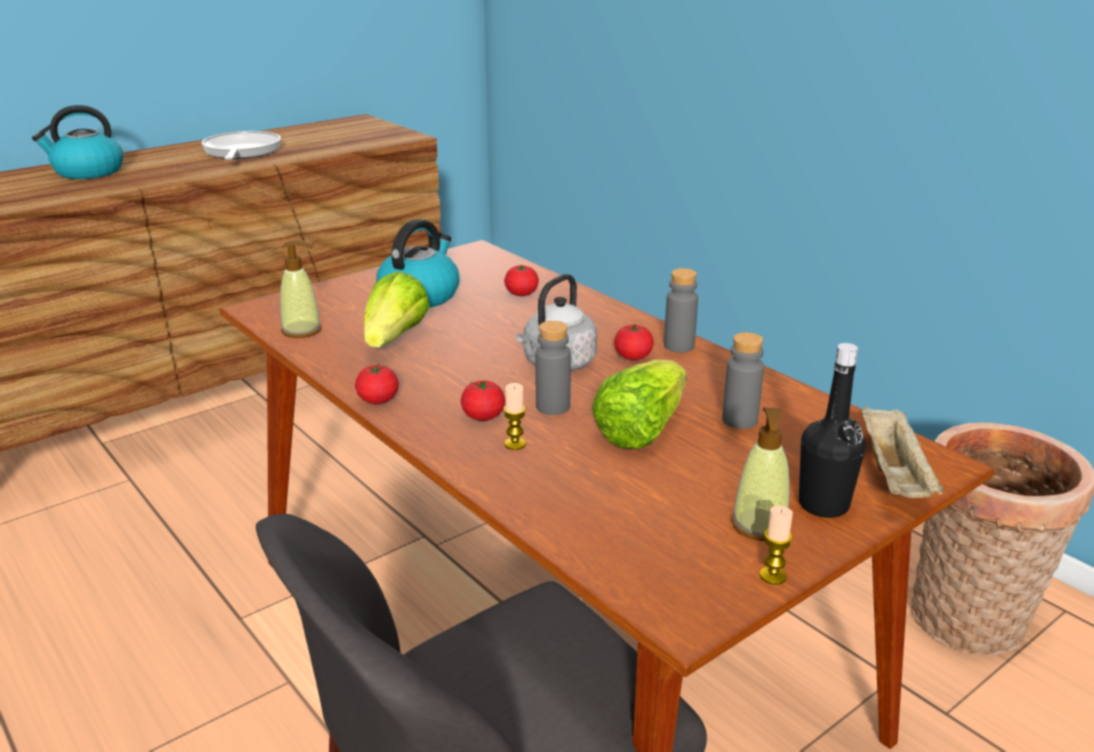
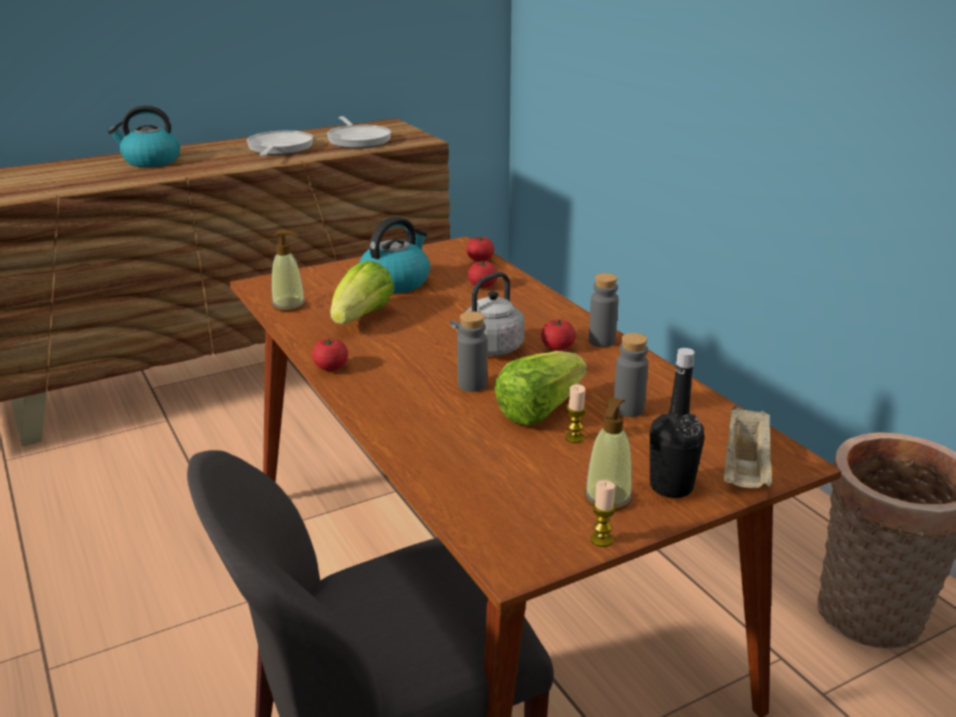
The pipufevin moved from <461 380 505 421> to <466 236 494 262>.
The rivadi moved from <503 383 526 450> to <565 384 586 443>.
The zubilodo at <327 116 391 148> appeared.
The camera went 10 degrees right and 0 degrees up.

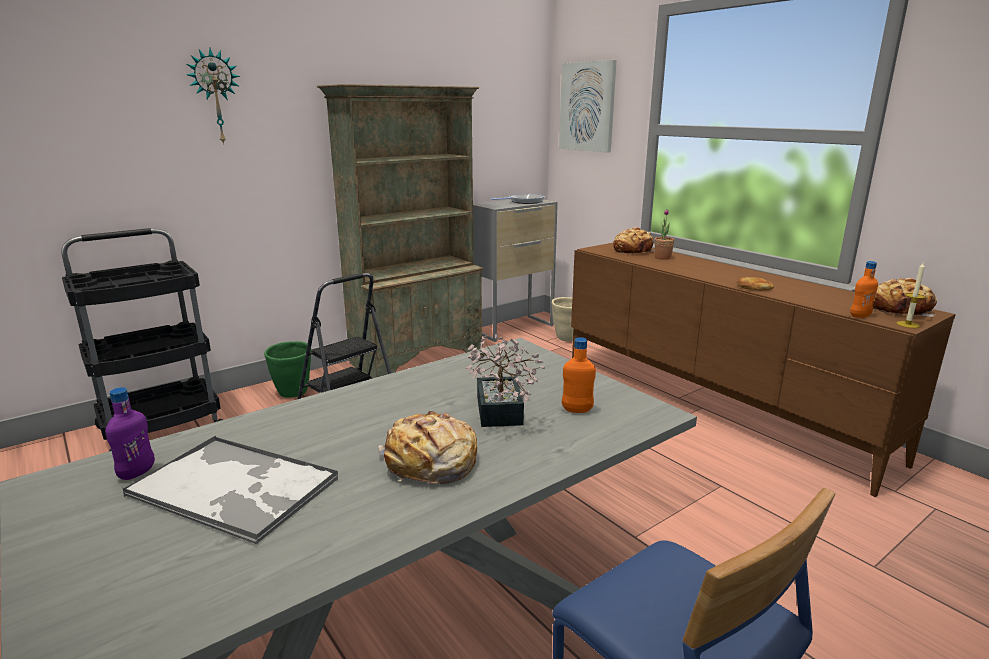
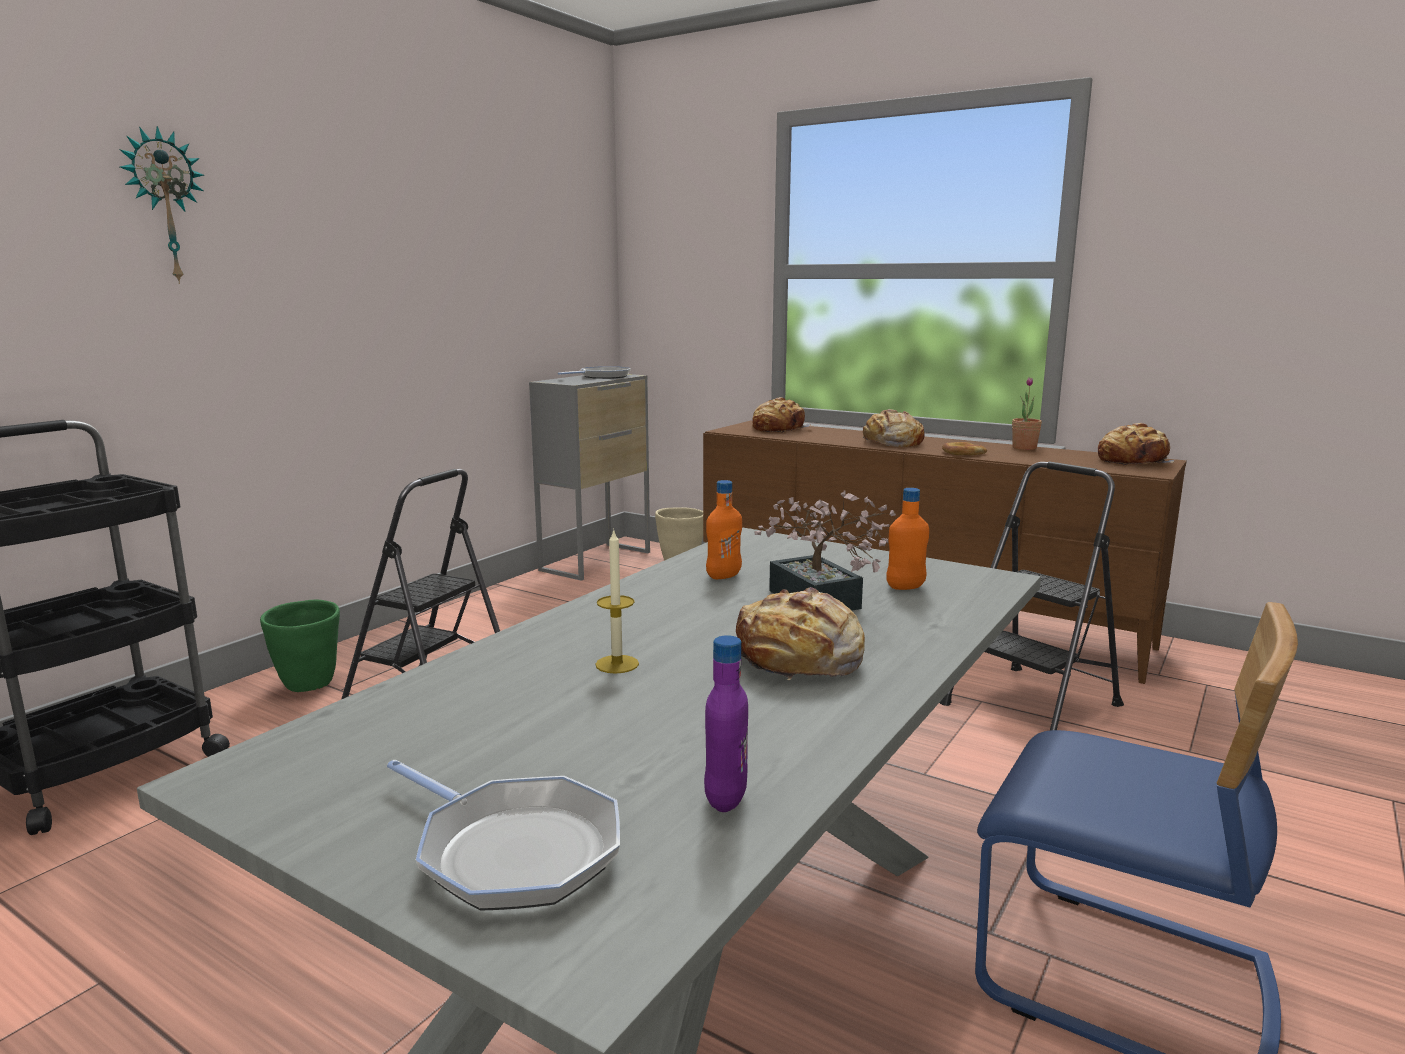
The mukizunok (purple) moved from <105 387 155 480> to <704 635 748 812>.
The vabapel at <123 436 338 545> disappeared.
The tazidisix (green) at <317 84 484 378> disappeared.
The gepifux at <559 60 617 152> disappeared.
The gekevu moved from <655 209 675 260> to <1012 377 1042 450>.
The mukizunok (orange) moved from <850 261 878 318> to <706 480 742 579>.
The rivadi moved from <897 261 925 328> to <595 528 639 674>.
The zubilodo at <387 760 620 911> appeared.
The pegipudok at <863 409 924 447> appeared.
The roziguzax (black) at <939 461 1124 731> appeared.
The camera went 20 degrees left and 5 degrees down.

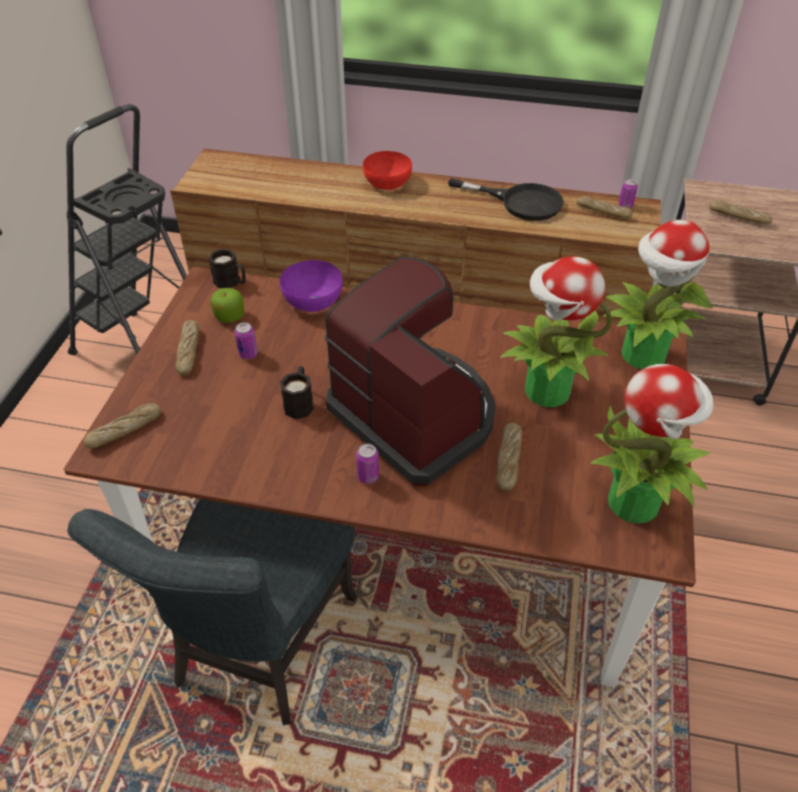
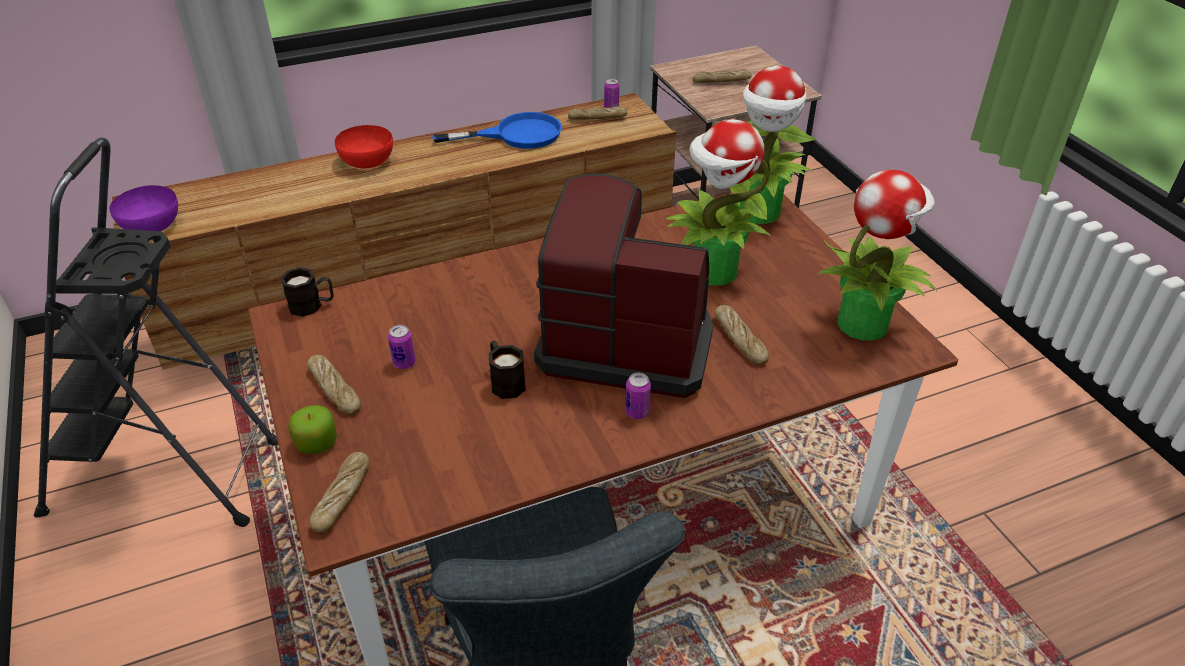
The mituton moved from <210 288 244 323> to <288 405 337 454>.
The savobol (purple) moved from <280 260 343 312> to <109 185 178 231>.
The zubilodo (black) at <448 178 564 221> became the zubilodo (blue) at <432 112 562 149>.
The camera went 35 degrees left and 5 degrees down.

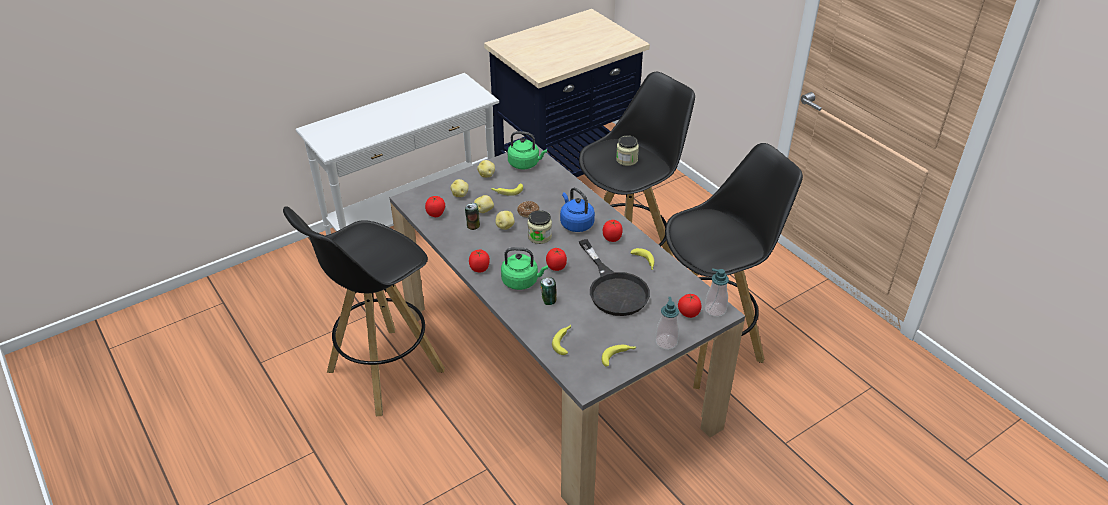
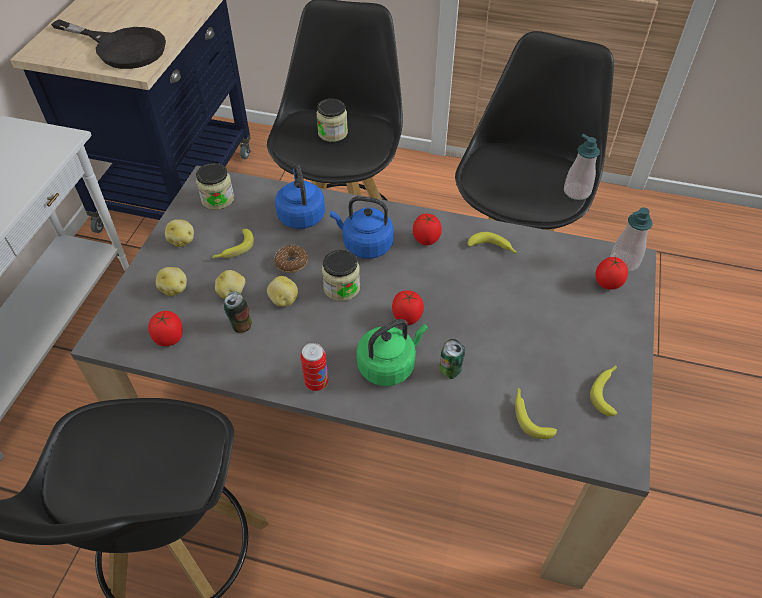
The pipufevin at <469 250 490 273> was replaced by the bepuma at <301 343 328 391>.
The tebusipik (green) at <508 131 547 169> was replaced by the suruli at <196 163 234 210>.
The zubilodo (black) moved from <579 239 650 316> to <51 19 166 69>.
The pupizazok moved from <655 297 679 350> to <564 134 600 200>.
The tebusipik (blue) at <275 164 325 229> appeared.
The camera went 40 degrees left and 10 degrees up.

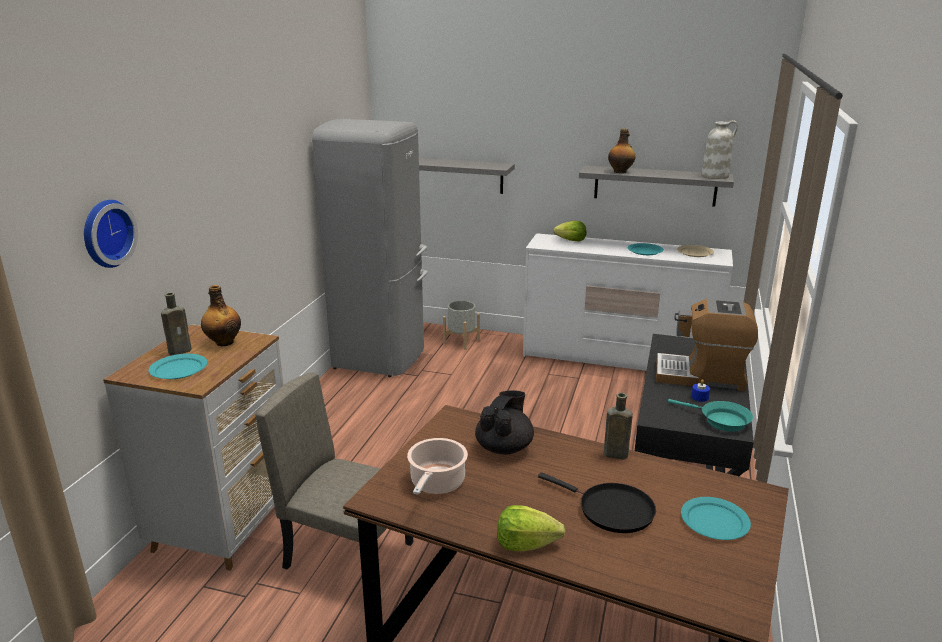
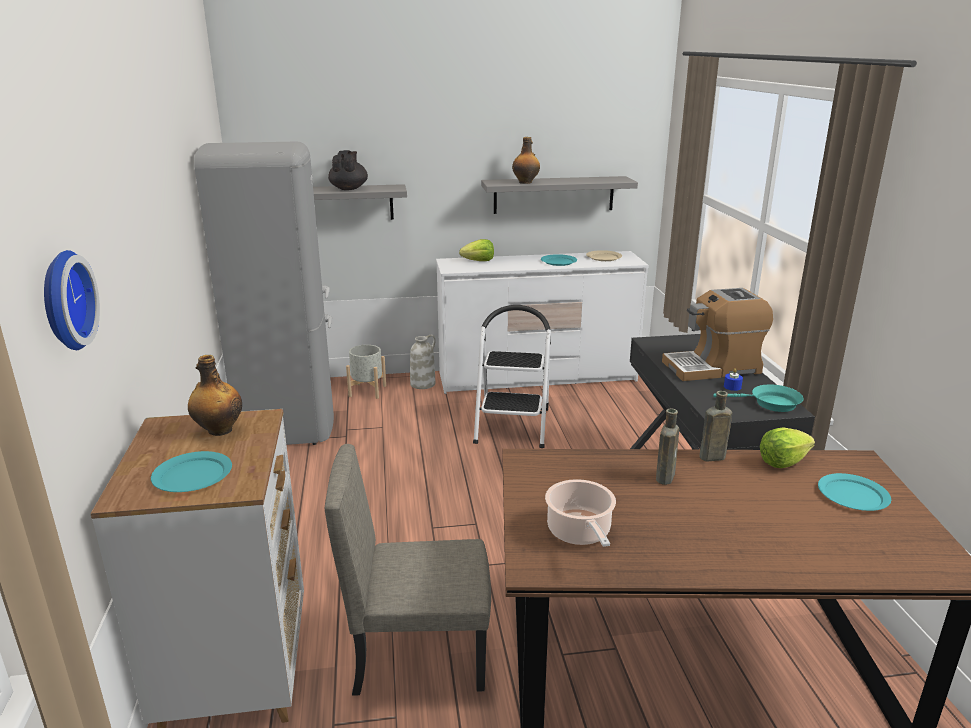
The mukizunok (brown) moved from <161 293 192 355> to <656 409 679 485>.
The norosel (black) moved from <475 390 534 455> to <328 150 368 190>.
The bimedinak moved from <497 505 566 551> to <760 427 815 468>.
The zubilodo (black) at <538 472 656 533> disappeared.
The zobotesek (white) moved from <701 120 738 179> to <410 335 436 389>.
The roziguzax at <473 305 551 448> appeared.
The camera went 25 degrees left and 0 degrees up.

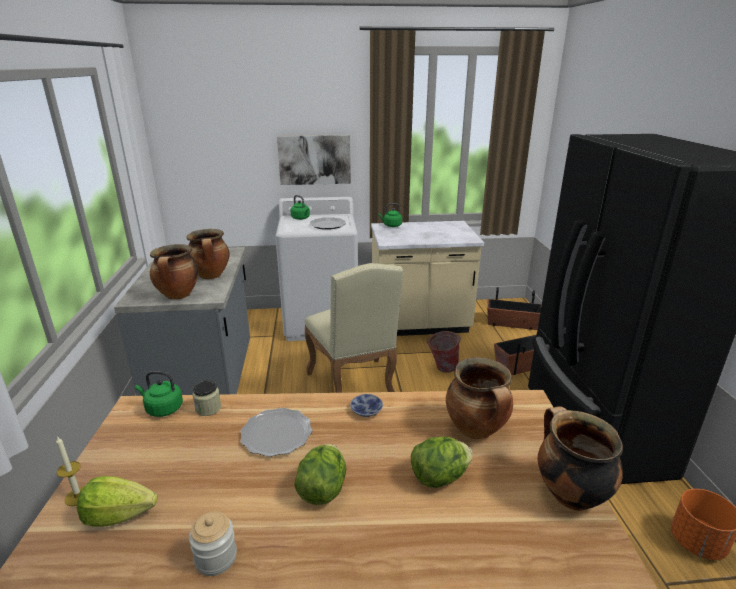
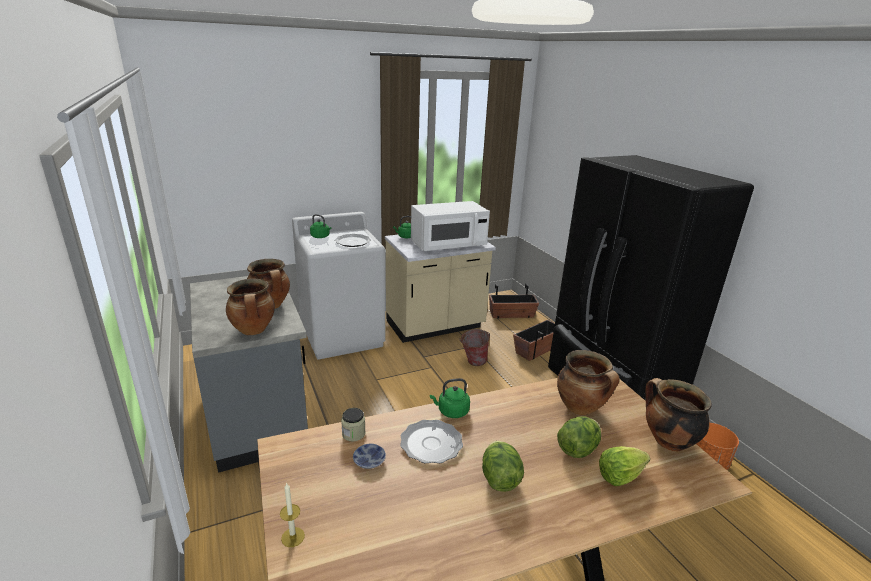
The bimedinak moved from <77 476 158 527> to <599 446 650 486>.
The tebusipik (green) moved from <135 371 183 417> to <430 378 470 418>.
The suruli at <189 511 237 576> disappeared.
The gepifux at <277 135 351 185> disappeared.
The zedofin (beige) at <305 263 403 393> disappeared.
The savobol moved from <350 394 383 417> to <353 444 386 469>.
The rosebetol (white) at <411 201 490 251> appeared.
The camera went 20 degrees left and 0 degrees up.

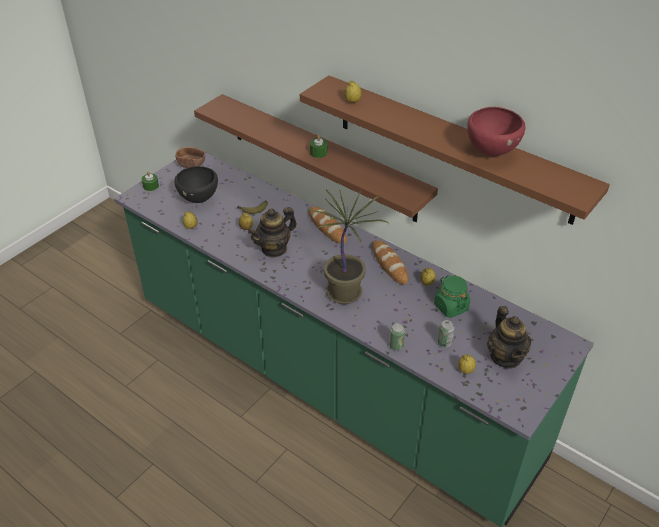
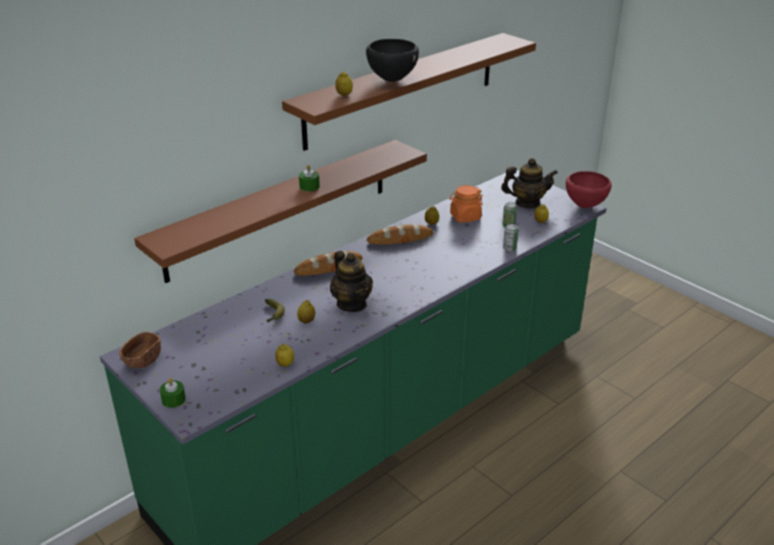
The savobol (black) moved from <174 166 218 203> to <366 39 419 82>.
The gekevu at <308 189 389 304> disappeared.
The suruli (green) at <434 275 470 318> became the suruli (orange) at <449 185 483 223>.
The savobol (red) moved from <467 107 525 156> to <566 171 612 208>.
The camera went 80 degrees left and 10 degrees down.

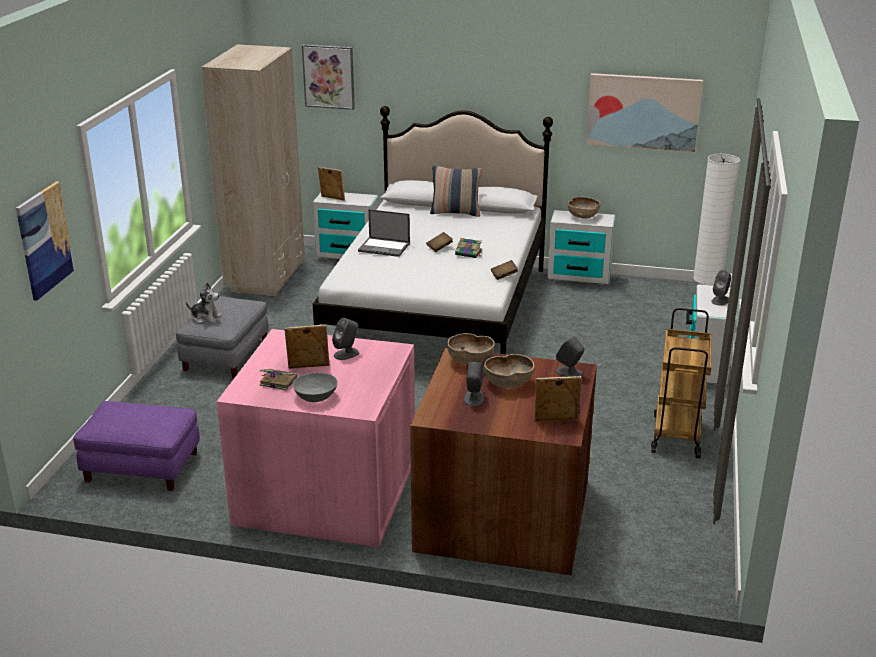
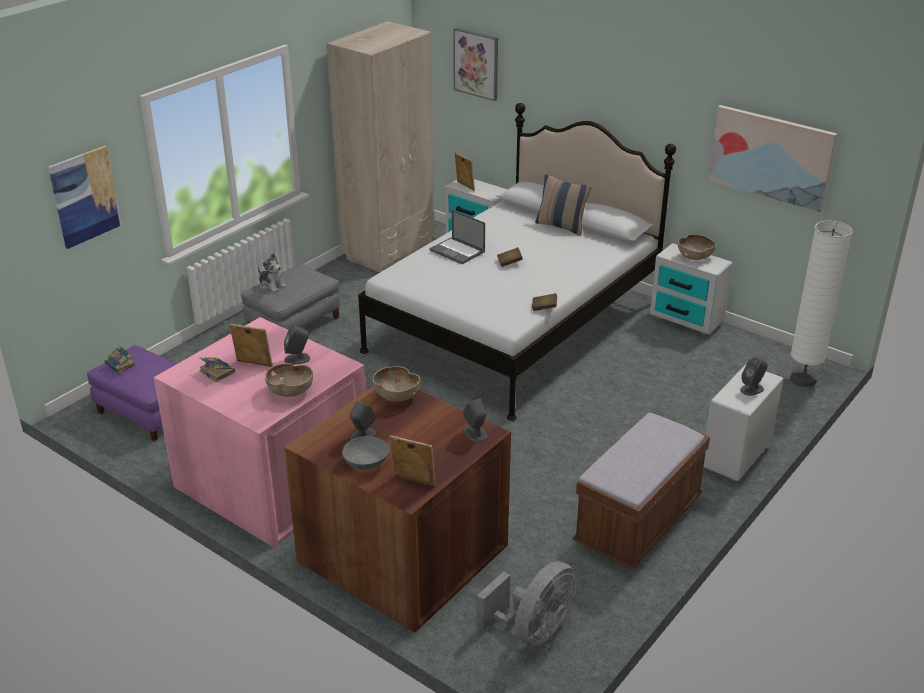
The savobol (grey) moved from <293 372 338 402> to <342 436 389 470>.
The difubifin moved from <455 238 482 258> to <105 345 136 373>.
The savobol (brown) moved from <484 354 535 388> to <265 363 313 397>.
The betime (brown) at <651 308 712 458> was replaced by the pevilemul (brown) at <573 413 710 570>.
The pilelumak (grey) at <477 561 577 646> appeared.
The camera went 25 degrees right and 5 degrees up.

